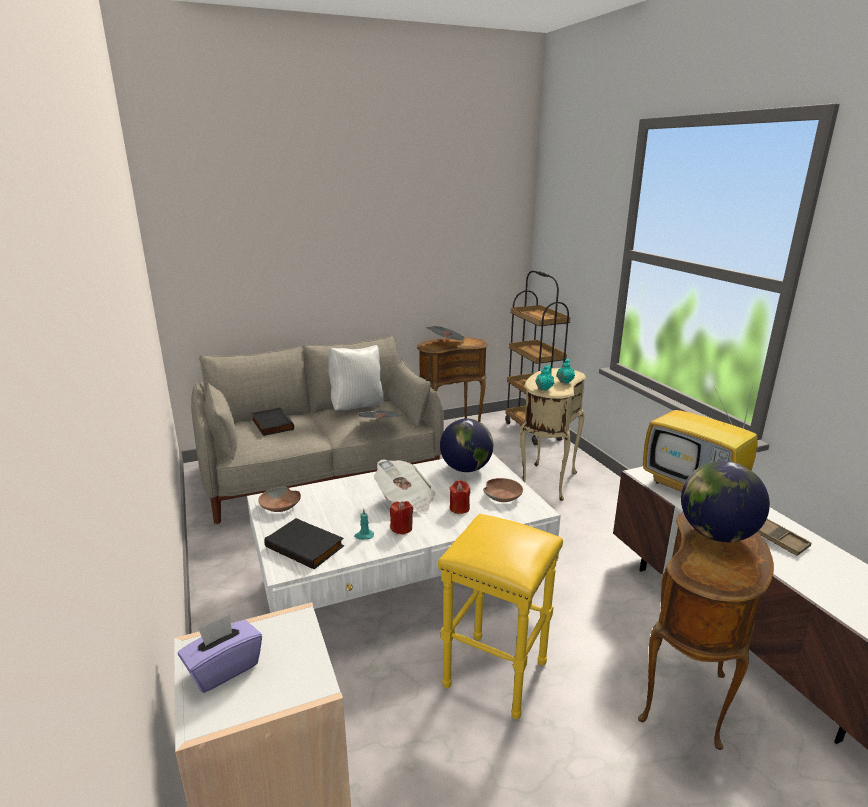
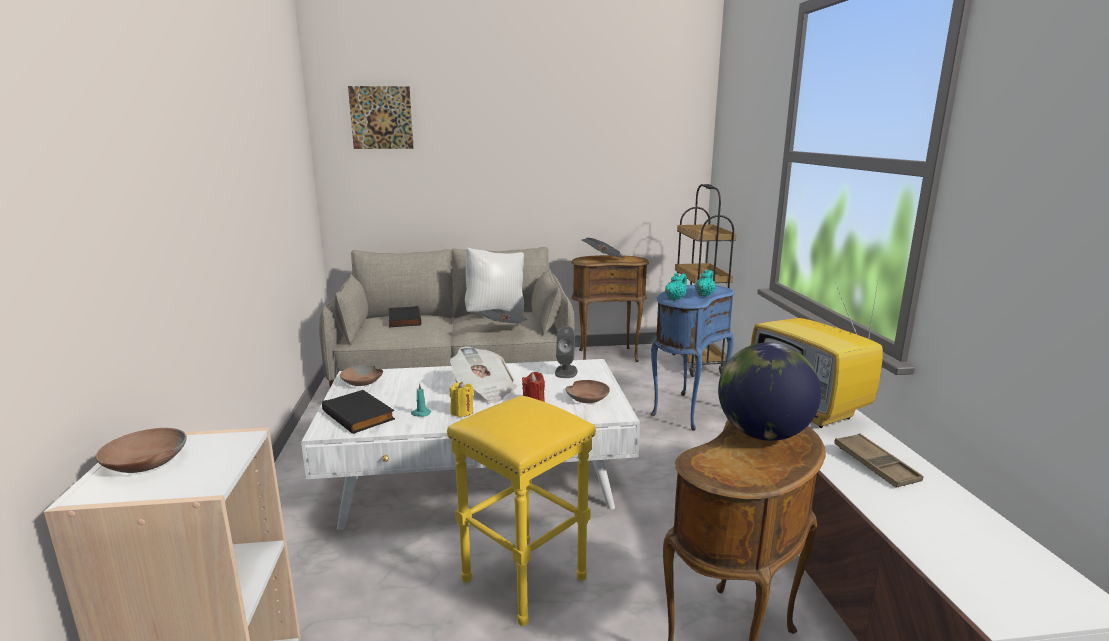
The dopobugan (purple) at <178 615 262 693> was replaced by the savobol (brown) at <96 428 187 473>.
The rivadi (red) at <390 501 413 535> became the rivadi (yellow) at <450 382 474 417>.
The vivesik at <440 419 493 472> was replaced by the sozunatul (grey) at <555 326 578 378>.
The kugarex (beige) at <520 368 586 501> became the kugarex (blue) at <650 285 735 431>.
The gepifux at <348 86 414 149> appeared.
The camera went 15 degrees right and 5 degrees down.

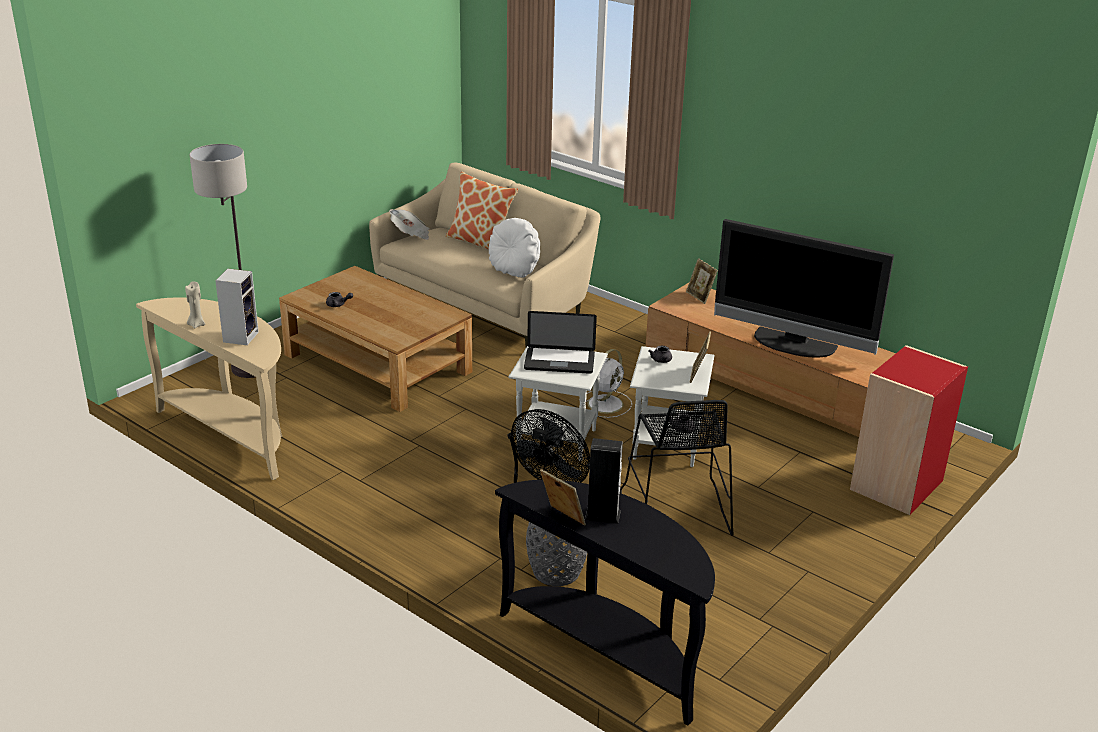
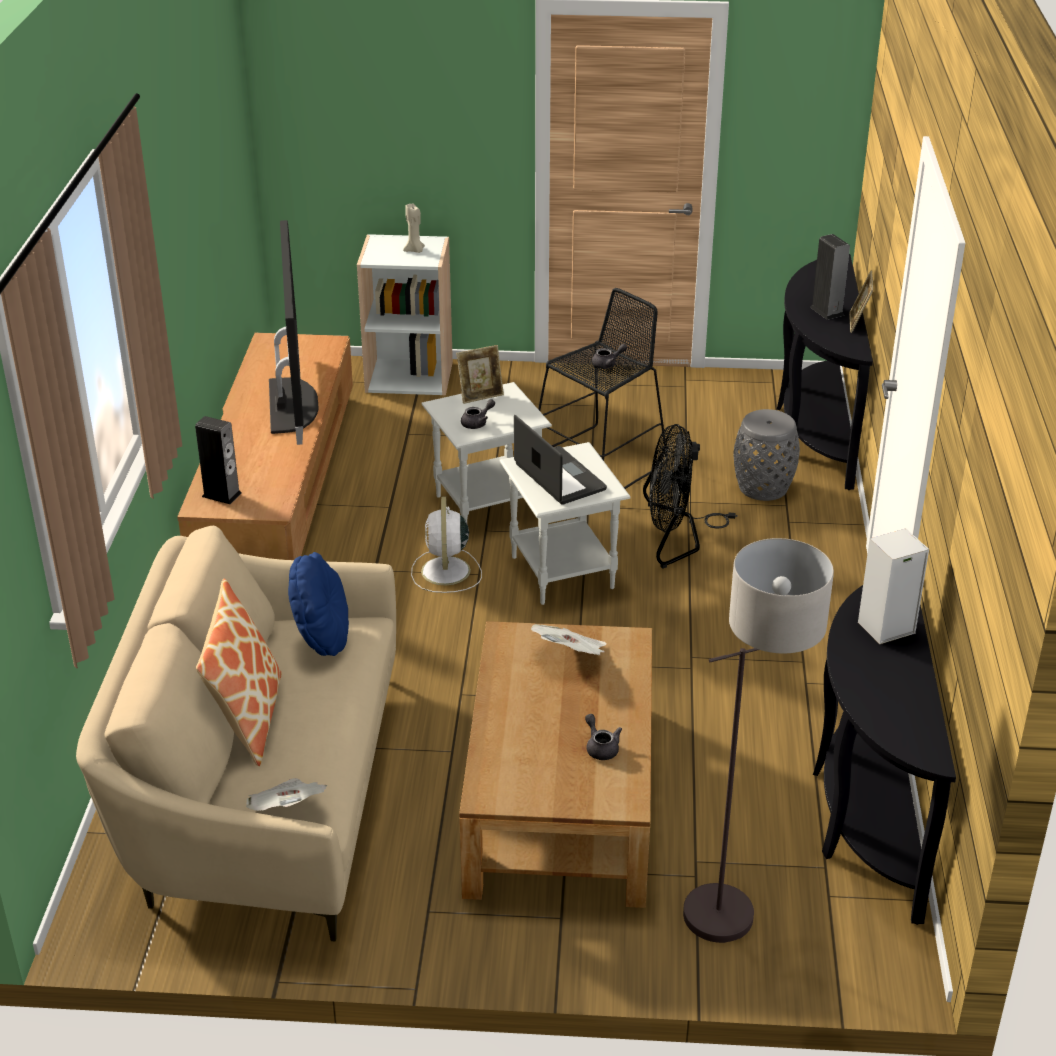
The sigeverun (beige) at <136 297 282 480> became the sigeverun (black) at <813 585 956 925>.
The rivadi (beige) moved from <185 281 205 328> to <403 204 425 253>.
The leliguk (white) at <489 218 540 278> became the leliguk (blue) at <288 552 349 656>.
The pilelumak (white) at <586 349 632 418> turned 90 degrees counterclockwise.
The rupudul at <686 258 718 304> was replaced by the sozunatul at <195 416 242 504>.
The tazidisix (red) at <850 345 968 515> became the tazidisix (white) at <357 234 453 395>.
The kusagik at <531 624 607 655> appeared.
The camera went 125 degrees left and 5 degrees up.

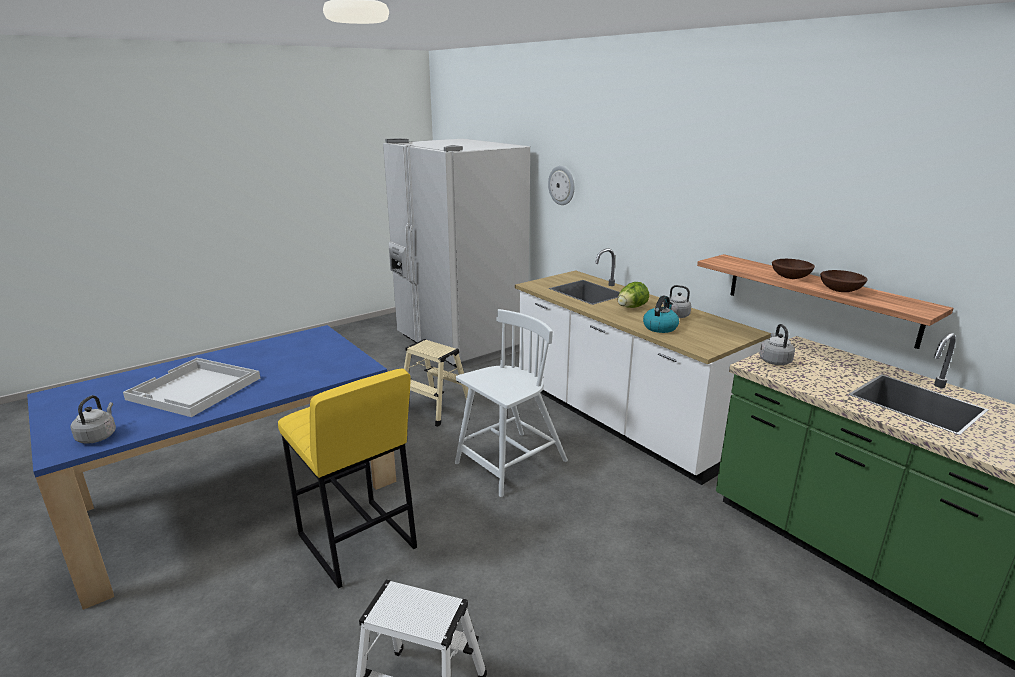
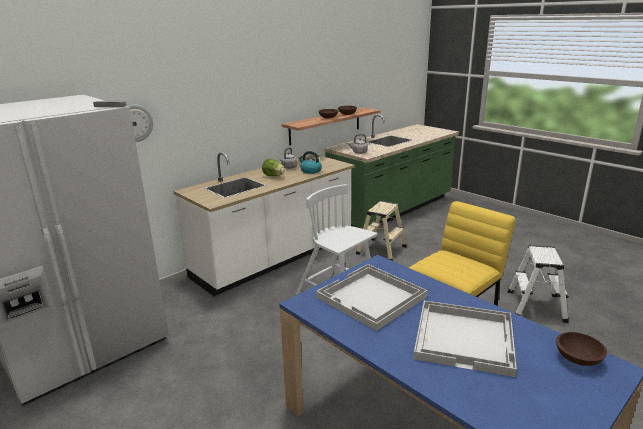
The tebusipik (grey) at <71 395 116 444> was replaced by the savobol (brown) at <556 332 607 366>.
The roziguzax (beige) moved from <404 339 473 427> to <356 201 407 261>.
The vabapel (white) at <316 264 428 331> appeared.
The camera went 95 degrees left and 0 degrees up.

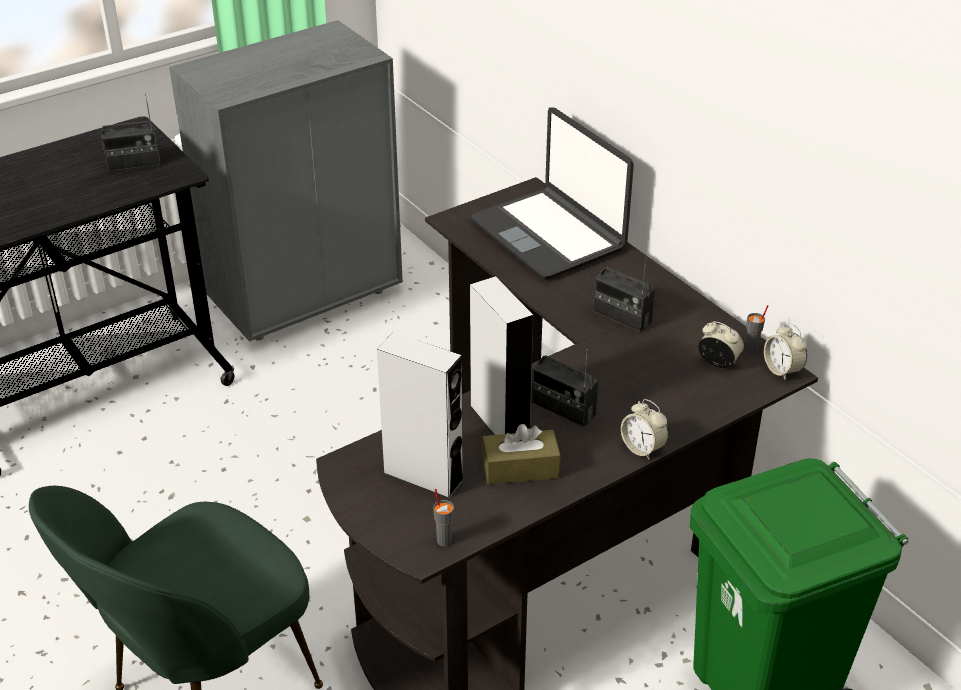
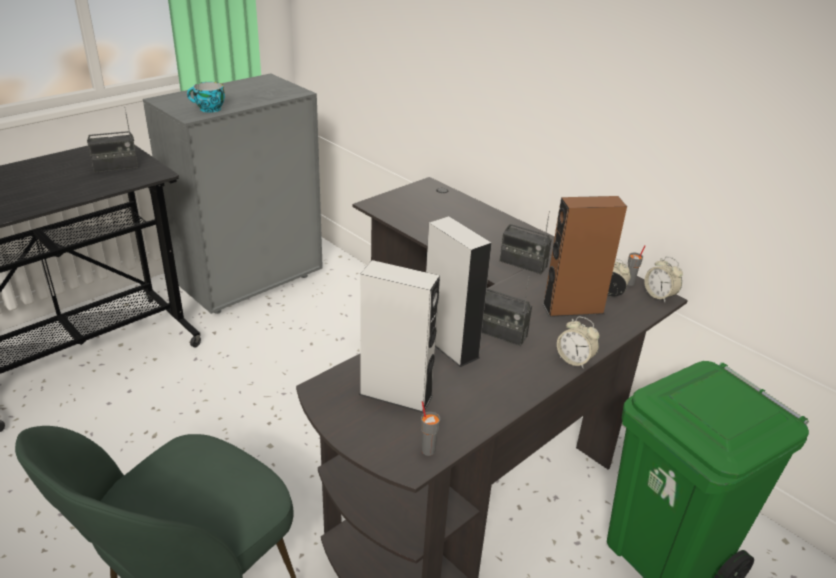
The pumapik at <471 107 634 279> disappeared.
The dopobugan (brown) at <482 424 560 485> disappeared.
The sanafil at <187 82 225 113> appeared.
The sozunatul (brown) at <543 196 627 317> appeared.
The camera went 10 degrees left and 5 degrees down.

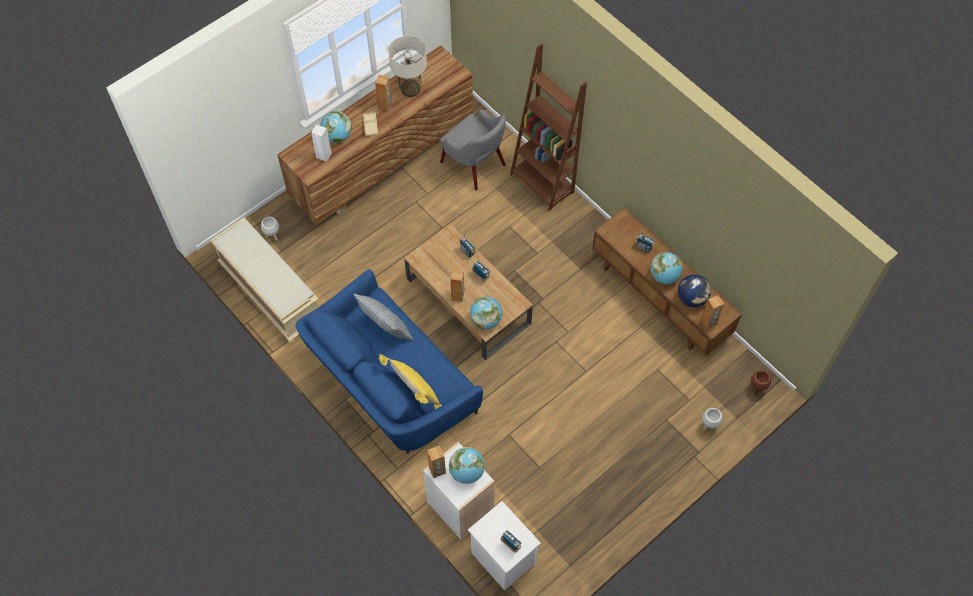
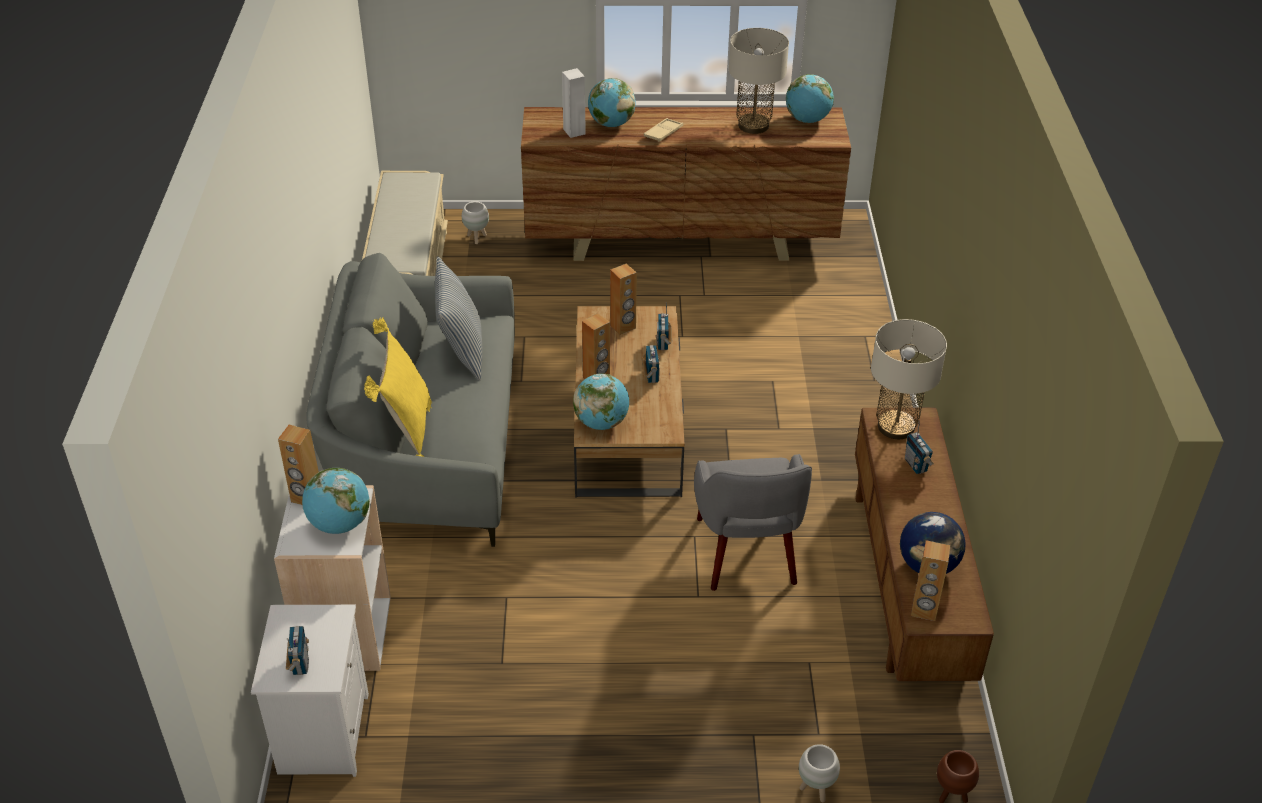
The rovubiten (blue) at <296 269 483 454> became the rovubiten (grey) at <306 253 515 547>.
The sozunatul (brown) moved from <375 75 392 112> to <610 264 637 335>.
The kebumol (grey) moved from <440 109 506 190> to <694 454 812 591>.
The tazidisix (brown) at <510 43 587 211> disappeared.
The vivesik moved from <651 252 683 284> to <786 74 834 123>.
The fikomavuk at <871 319 947 439> appeared.
The camera went 40 degrees right and 20 degrees down.

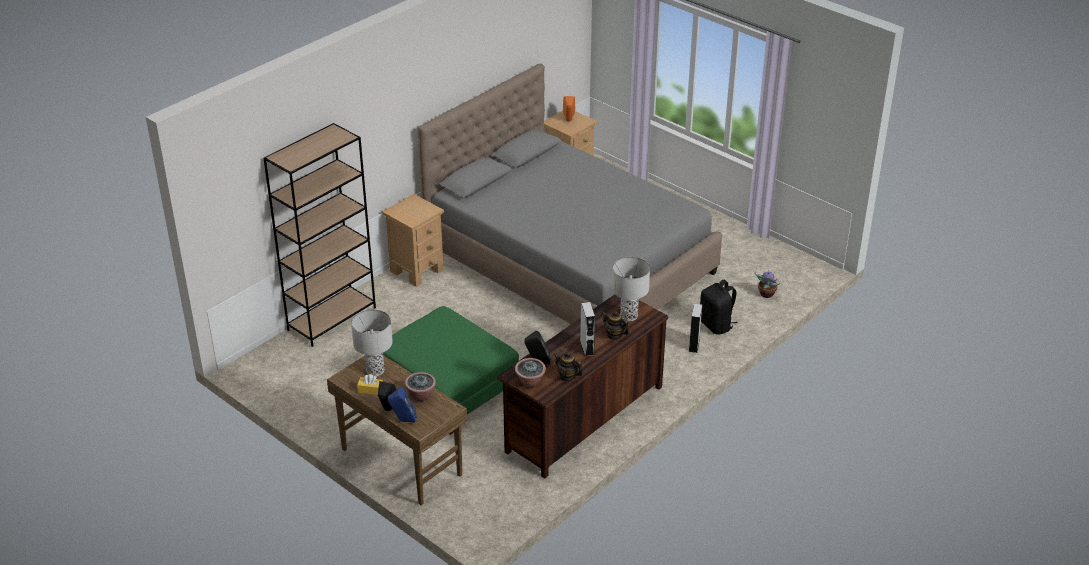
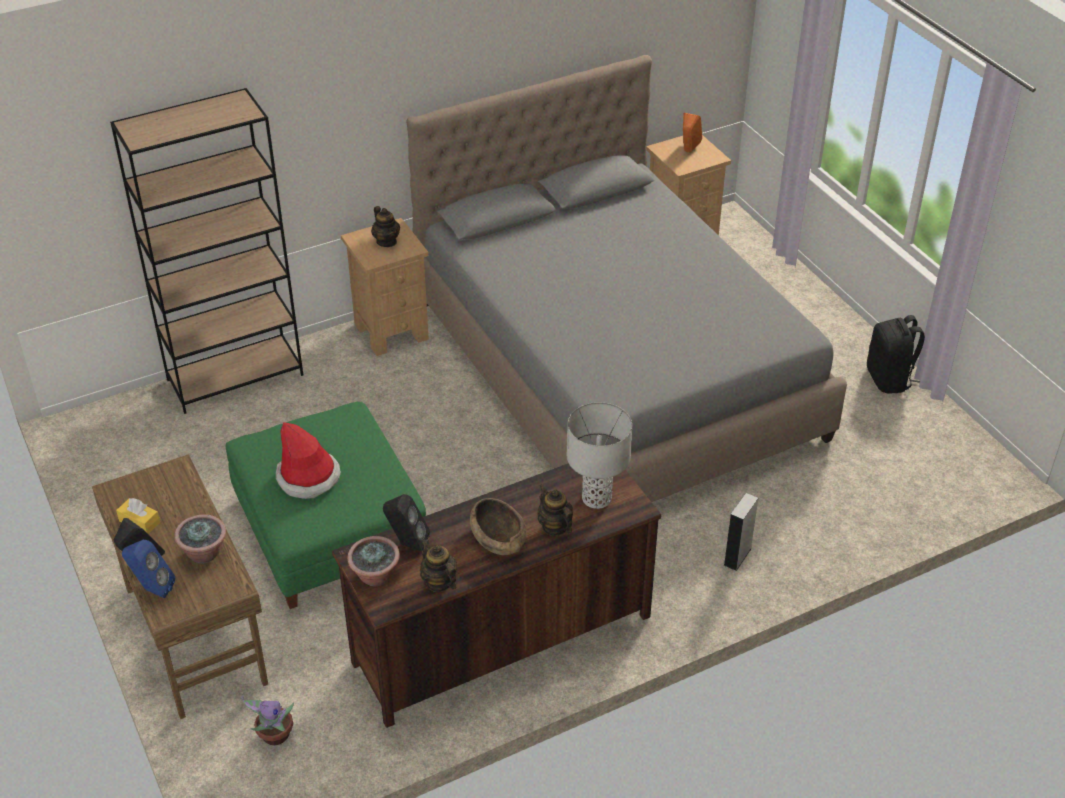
The fikomavuk (white) at <351 309 393 376> disappeared.
The sozunatul (grey) at <580 302 595 356> was replaced by the savobol (brown) at <470 498 526 555>.
The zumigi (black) moved from <700 280 738 335> to <867 315 925 394>.
The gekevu moved from <755 270 780 298> to <242 696 294 745>.
The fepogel at <276 422 341 499> appeared.
The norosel at <371 206 400 247> appeared.
The camera went 20 degrees right and 5 degrees up.

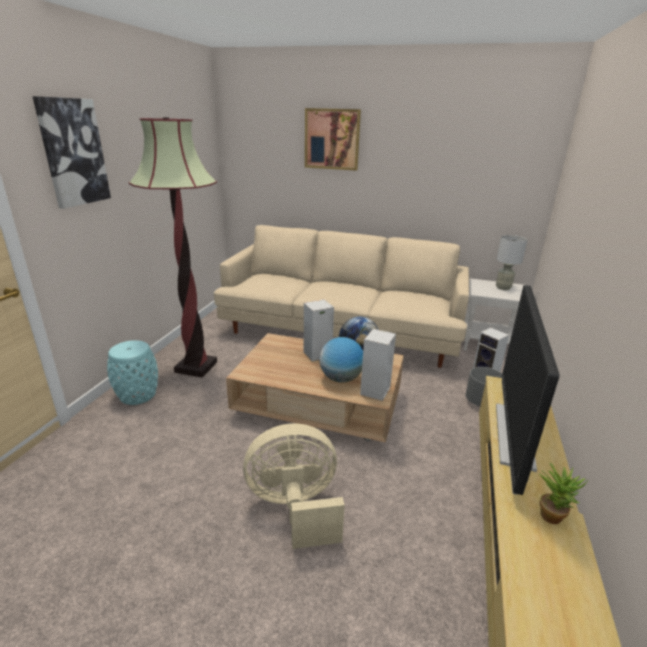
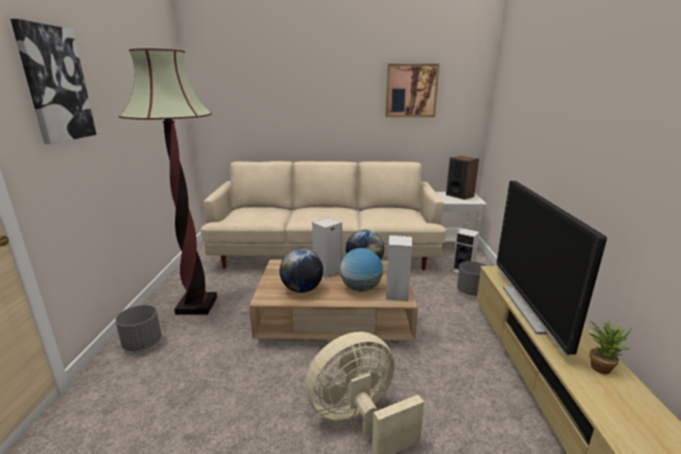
The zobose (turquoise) at <107 340 158 405> was replaced by the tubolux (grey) at <115 305 162 351>.
The gepifux moved from <305 108 361 171> to <385 64 440 117>.
The fikomavuk (grey) at <496 235 527 290> was replaced by the sozunatul at <446 156 479 200>.
The vivesik at <280 249 323 293> appeared.
The camera went 15 degrees left and 5 degrees down.

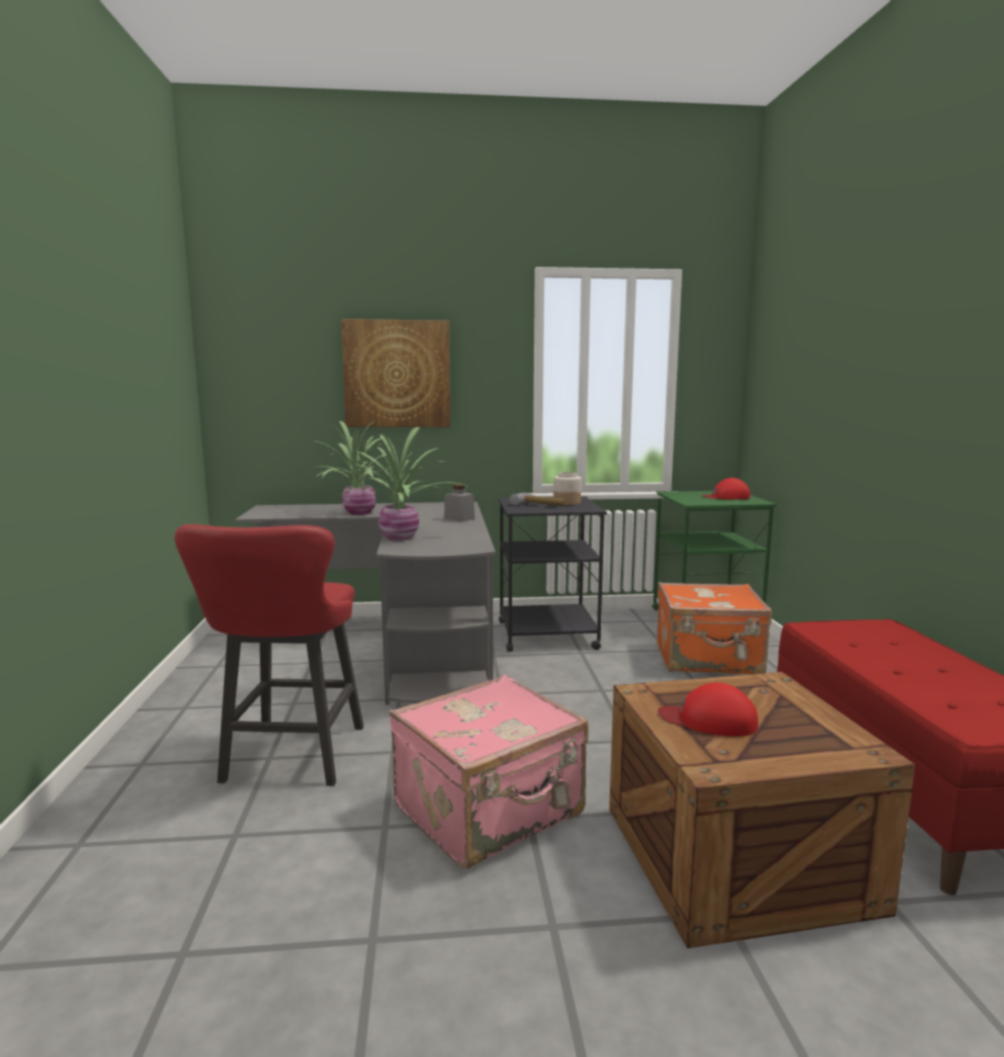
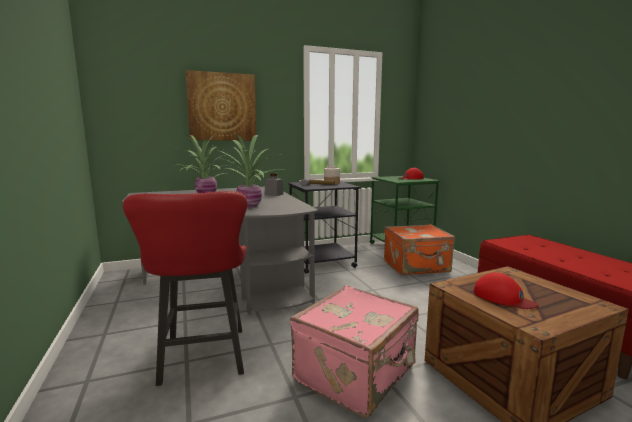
The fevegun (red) at <658 682 758 737> turned 135 degrees counterclockwise.
The camera went 15 degrees left and 0 degrees up.

